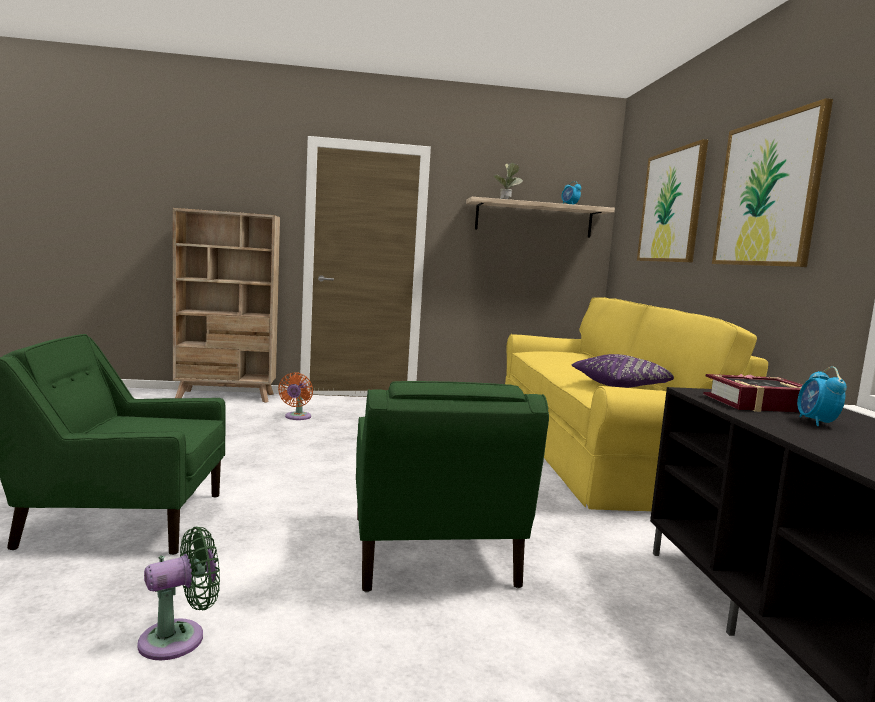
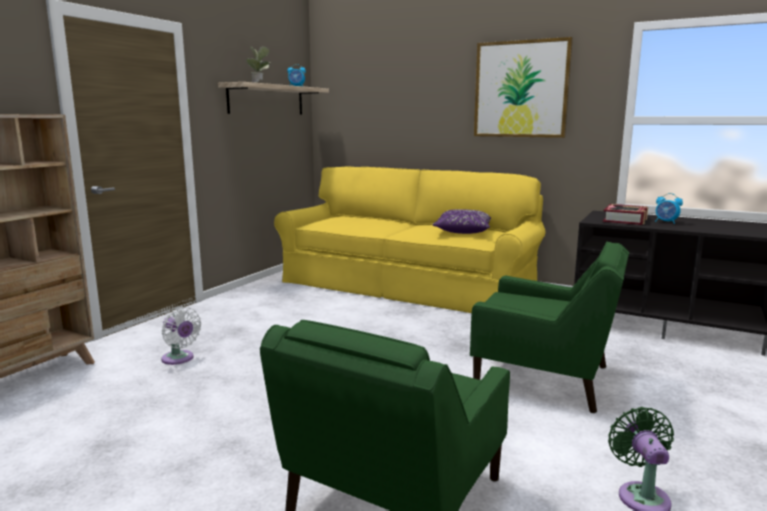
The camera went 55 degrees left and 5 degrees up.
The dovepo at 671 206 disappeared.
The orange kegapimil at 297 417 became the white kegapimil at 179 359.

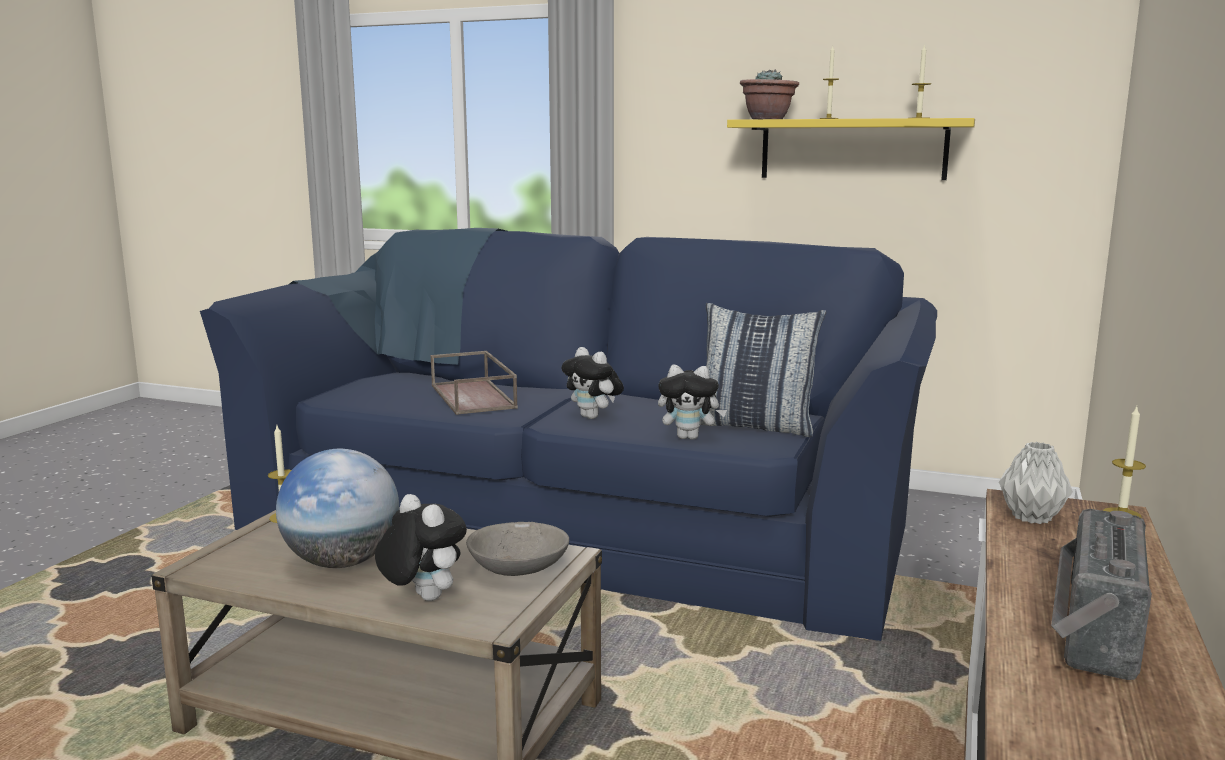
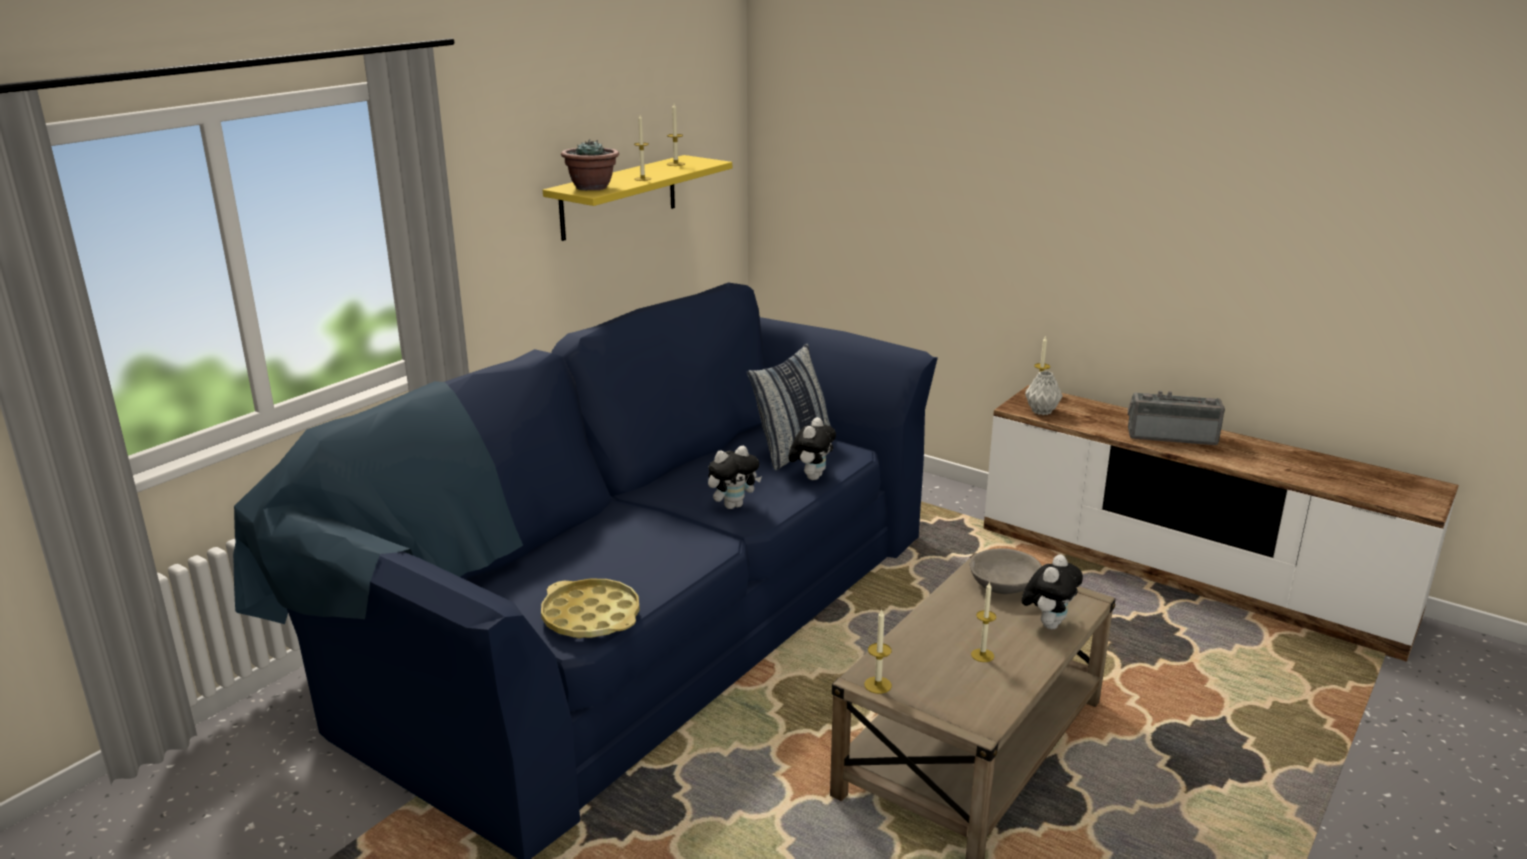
The camera went 75 degrees left and 10 degrees up.
The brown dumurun at 474 396 disappeared.
The yellow dumurun at 591 617 appeared.
The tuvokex at 342 562 was replaced by the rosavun at 982 655.
The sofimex at 422 598 turned 150 degrees clockwise.
The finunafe at 1088 628 turned 150 degrees clockwise.

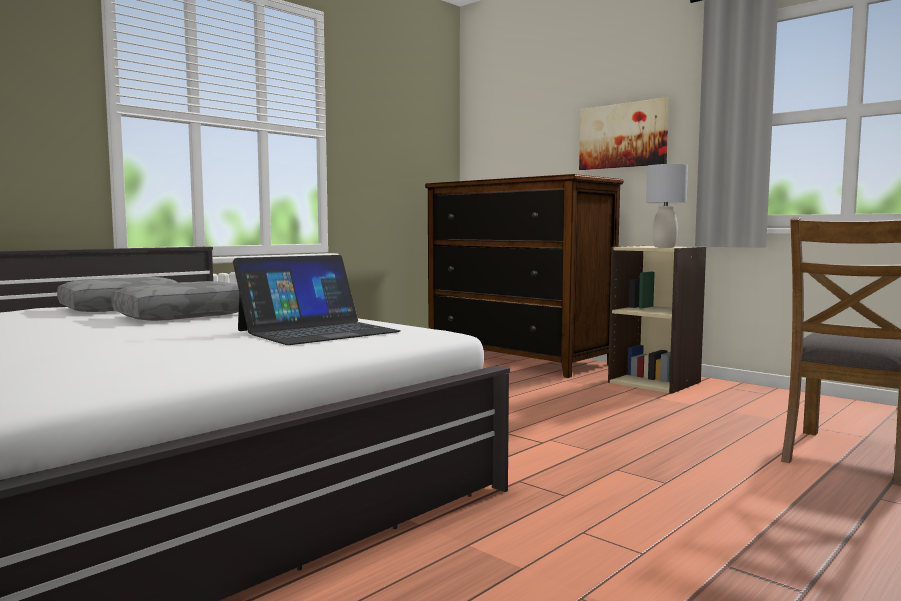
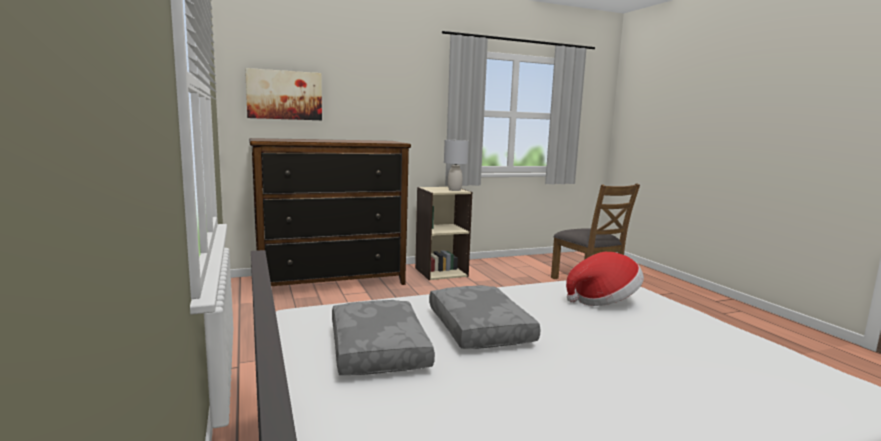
The camera went 65 degrees left and 5 degrees up.
The dovepo moved from 623 136 to 284 95.
The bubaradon at 317 331 was replaced by the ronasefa at 603 301.

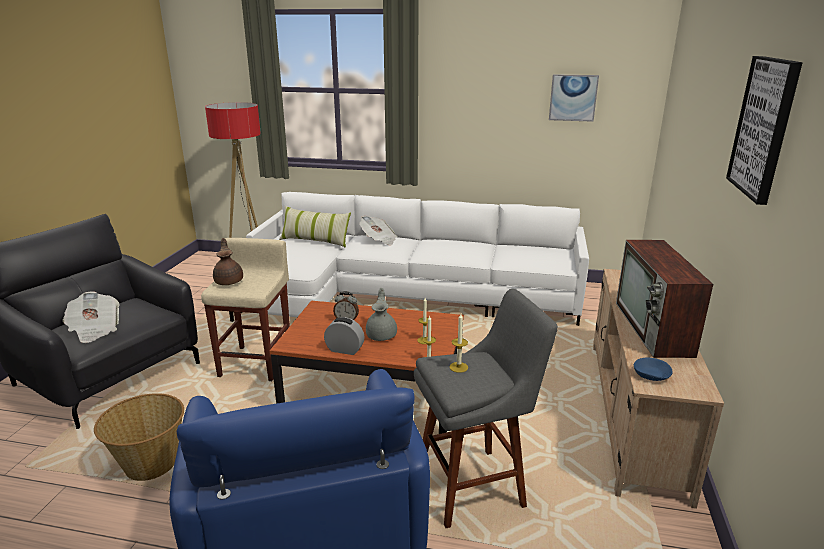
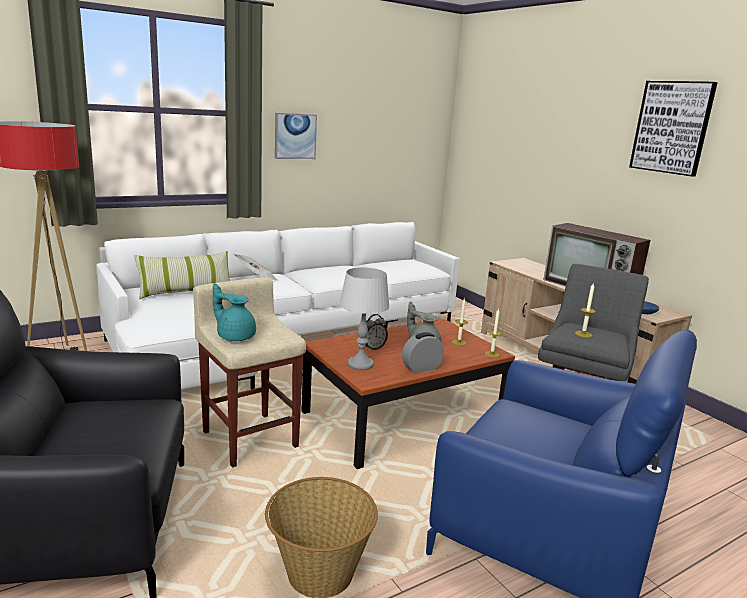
The camera went 45 degrees left and 5 degrees down.
The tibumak at 95 329 disappeared.
The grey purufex at 360 364 appeared.
The dovepo moved from 573 97 to 295 136.
The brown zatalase at 229 281 became the turquoise zatalase at 235 336.

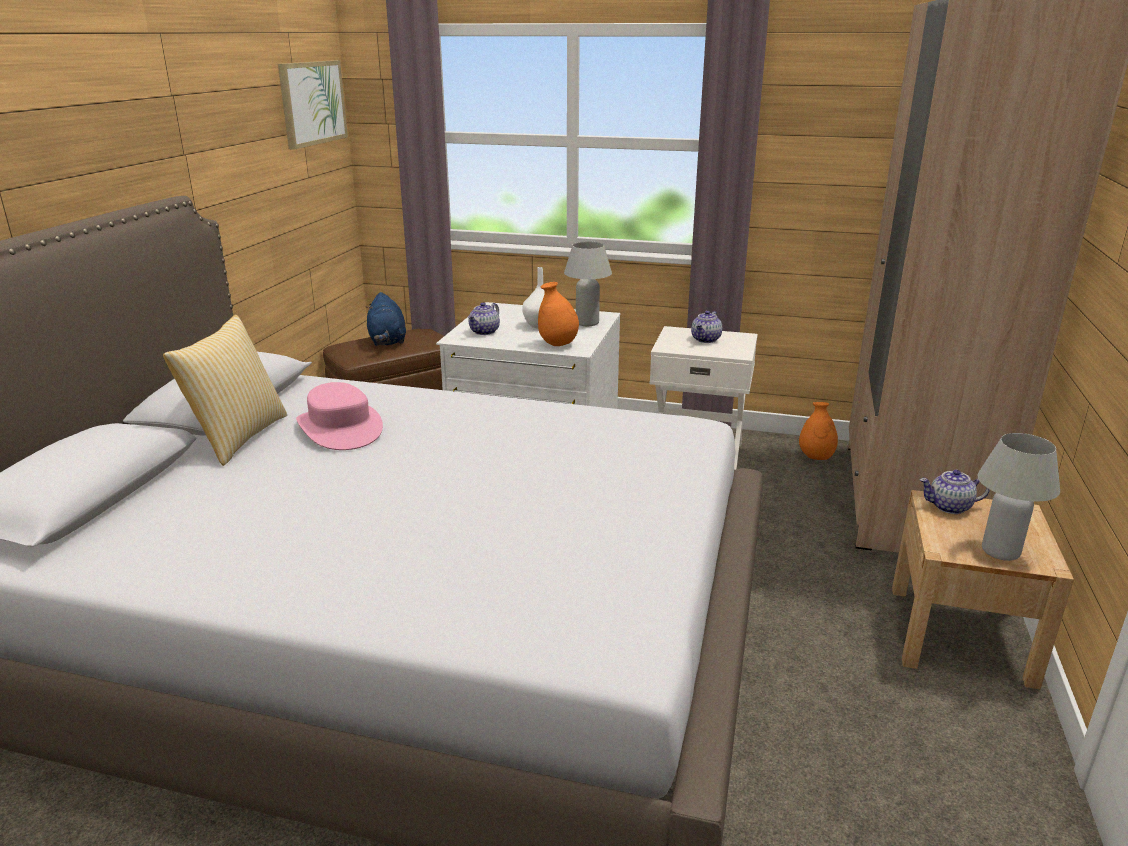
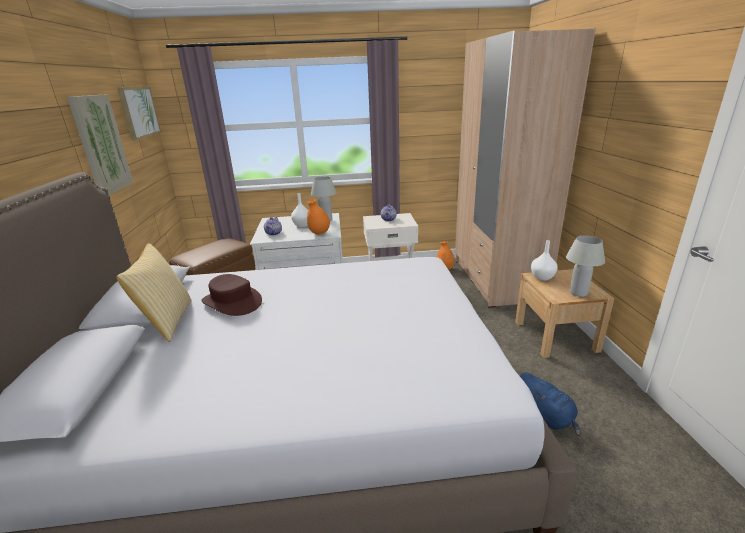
The camera went 20 degrees left and 0 degrees up.
The dovepo at 100 144 appeared.
The blue sofimex moved from 387 341 to 545 417.
The zatalase at 949 507 was replaced by the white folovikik at 543 277.
The pink ronasefa at 340 428 became the brown ronasefa at 232 302.

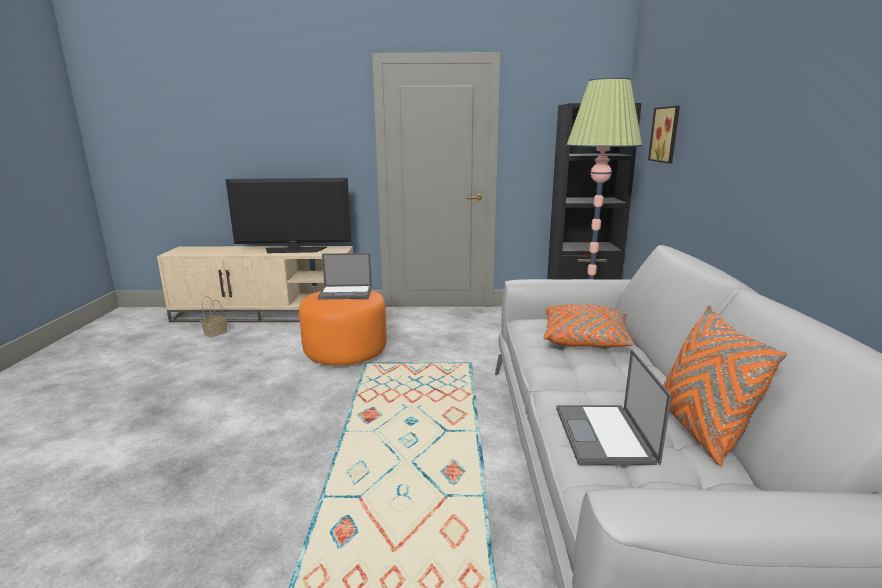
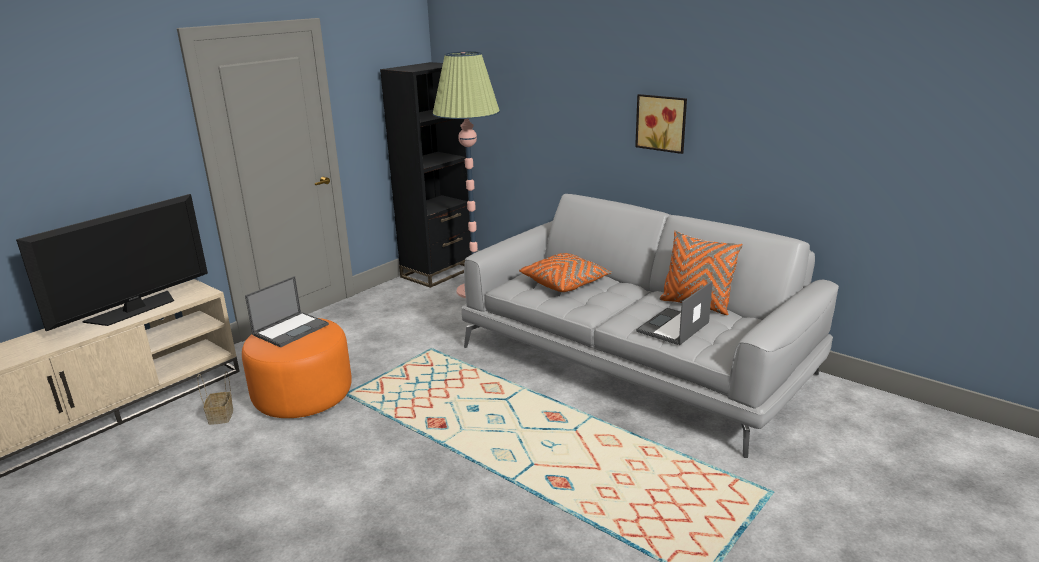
The camera went 50 degrees left and 5 degrees up.
The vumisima moved from 215 333 to 221 417.
The dovepo moved from 666 134 to 662 123.
The bubaradon at 605 435 turned 90 degrees clockwise.

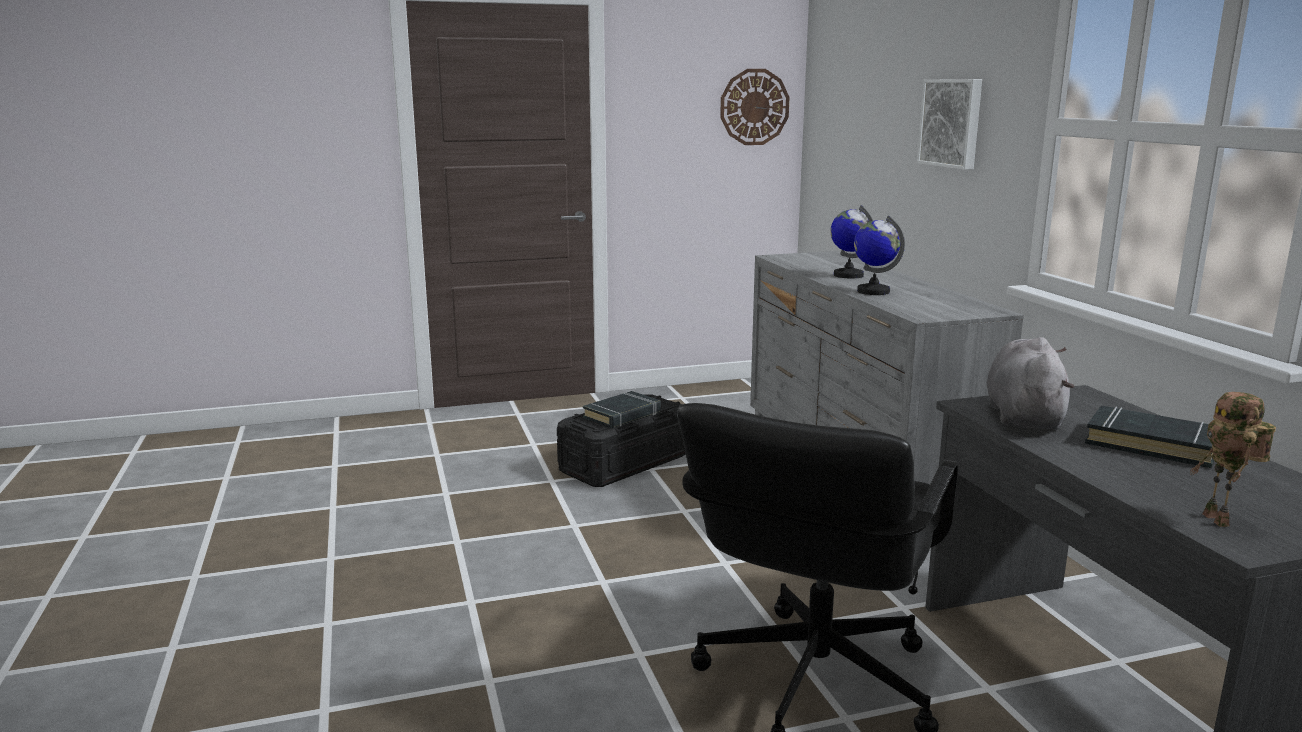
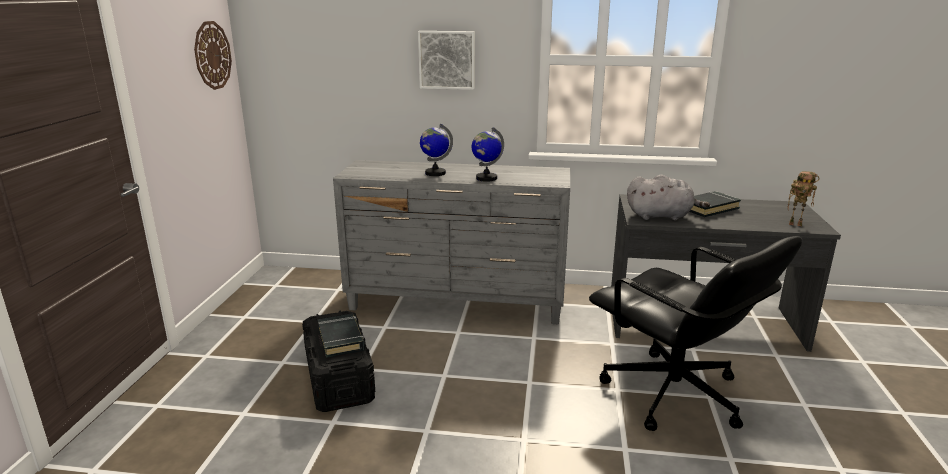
The camera went 65 degrees left and 5 degrees up.
The grey sofimex at 1023 416 turned 150 degrees clockwise.

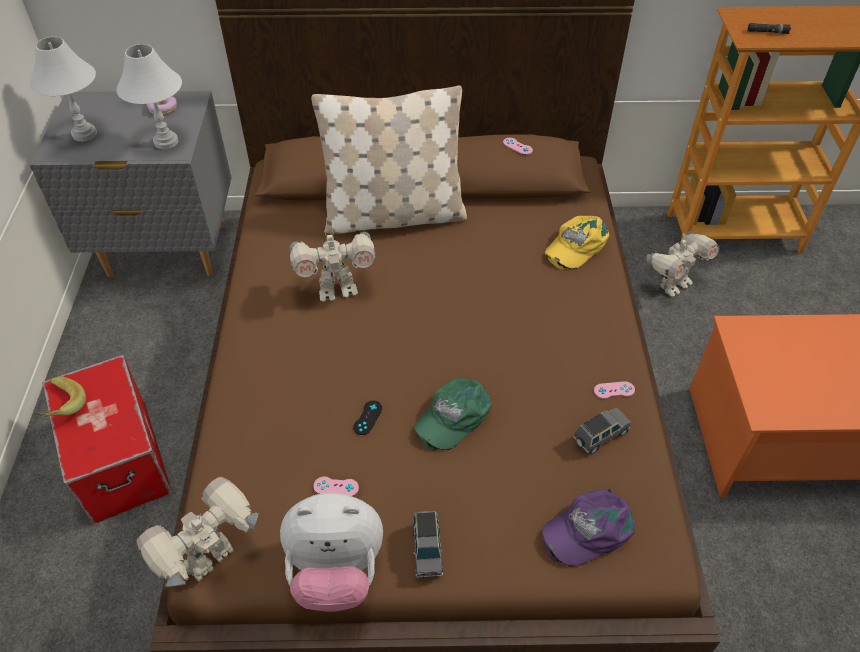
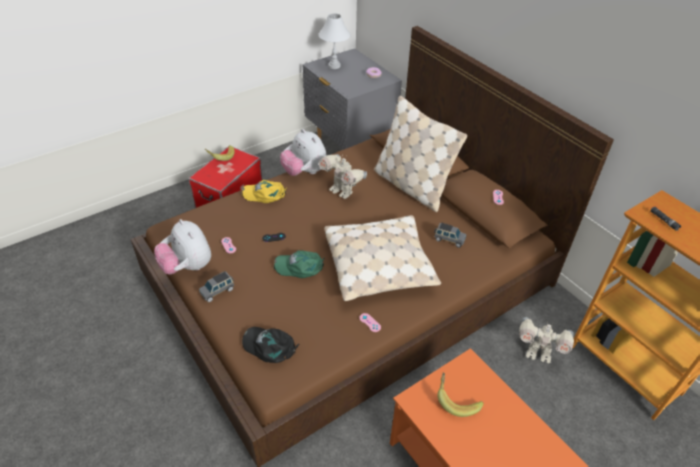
The camera went 55 degrees right and 5 degrees down.
The white purufex at 165 142 disappeared.
The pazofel at 212 560 disappeared.
The sofimex at 304 172 appeared.
The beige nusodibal at 379 265 appeared.
The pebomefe at 456 400 appeared.
The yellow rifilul moved from 575 246 to 264 194.
The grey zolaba moved from 599 436 to 448 240.
The purple rifilul at 588 529 became the black rifilul at 269 346.

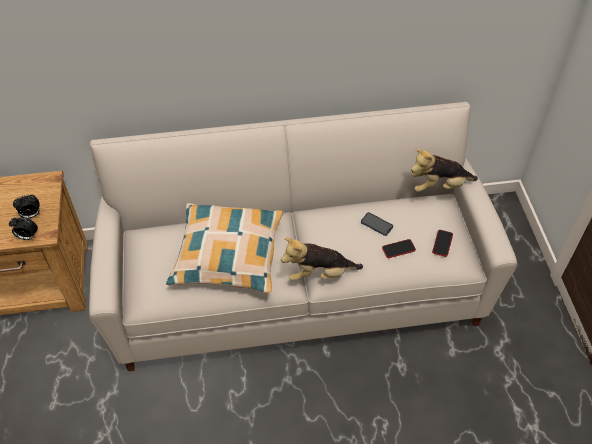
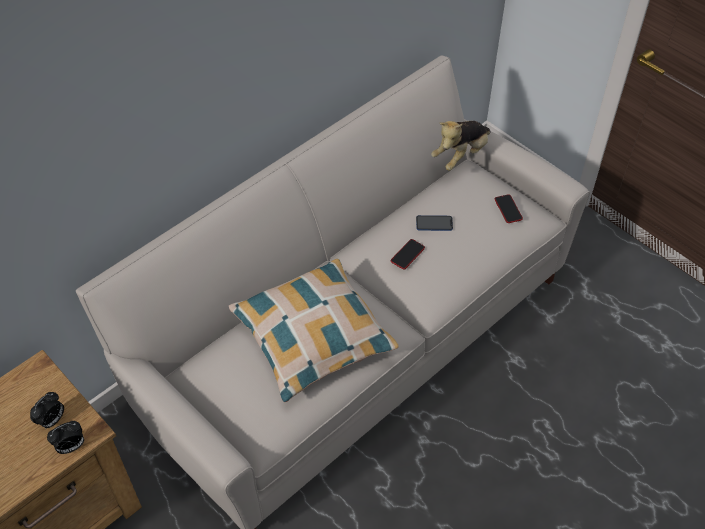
The camera went 35 degrees left and 0 degrees up.
The sofimex at 319 274 disappeared.
The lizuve moved from 398 249 to 407 254.

